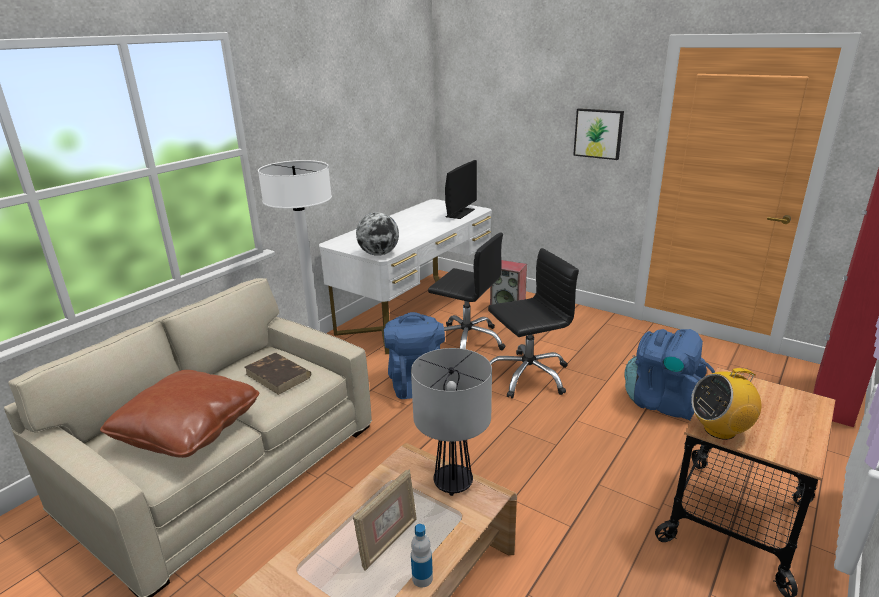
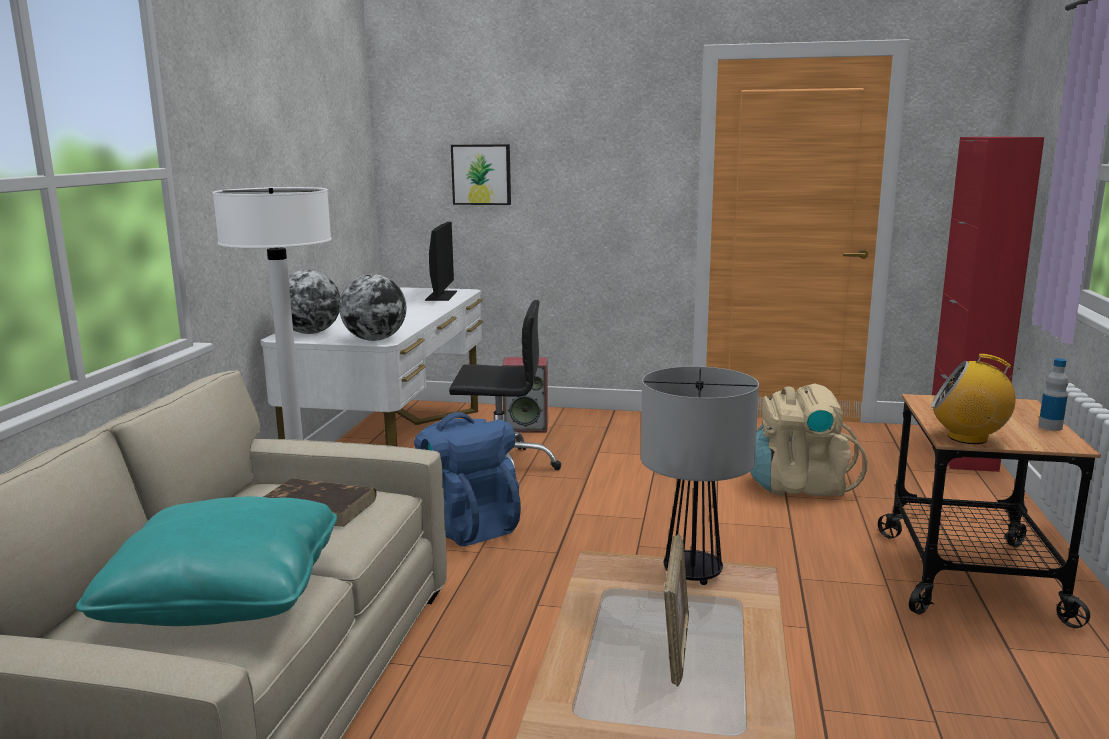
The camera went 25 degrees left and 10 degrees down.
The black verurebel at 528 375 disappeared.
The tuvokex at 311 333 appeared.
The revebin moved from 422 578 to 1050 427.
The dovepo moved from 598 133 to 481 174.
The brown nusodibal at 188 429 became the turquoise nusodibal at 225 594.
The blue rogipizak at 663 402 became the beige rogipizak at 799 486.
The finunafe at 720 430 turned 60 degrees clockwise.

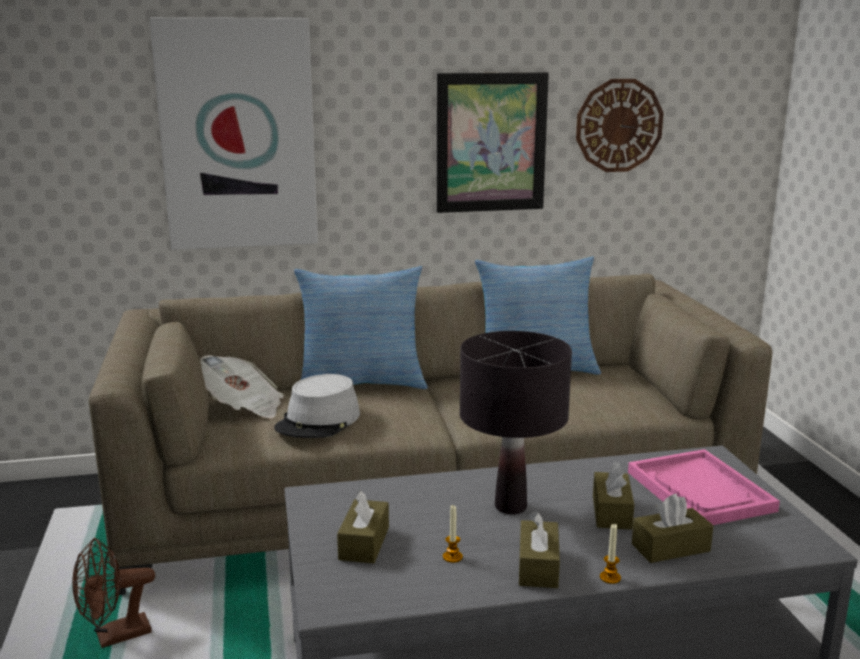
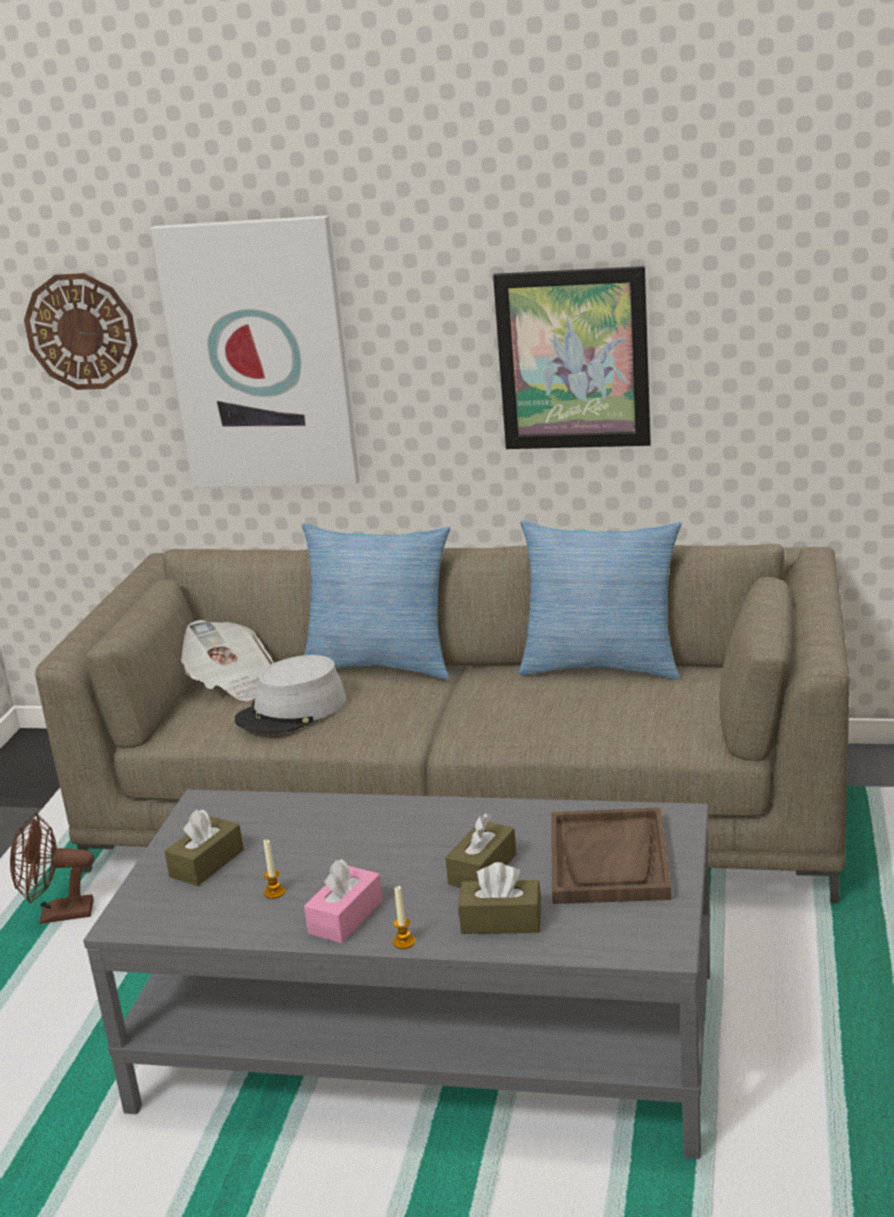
The camera went 25 degrees right and 5 degrees up.
The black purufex at 510 507 disappeared.
The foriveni moved from 619 125 to 81 331.
The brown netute at 538 566 became the pink netute at 346 917.
The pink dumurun at 700 491 became the brown dumurun at 609 860.

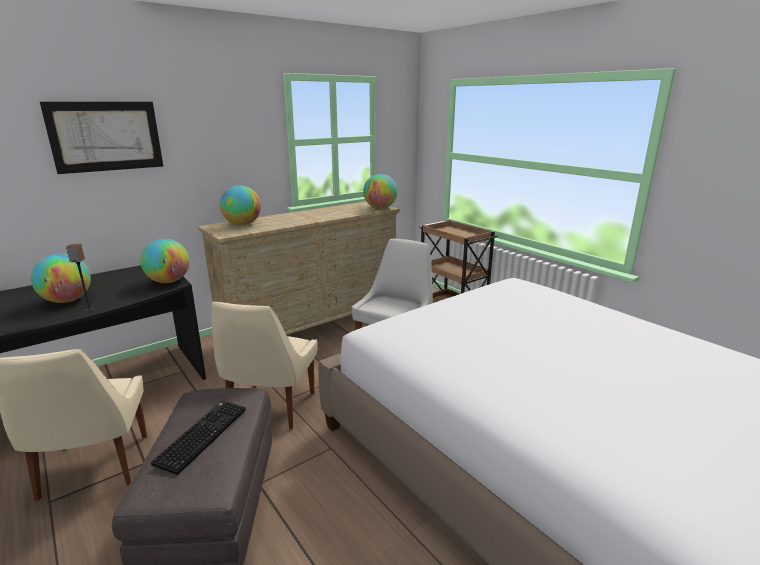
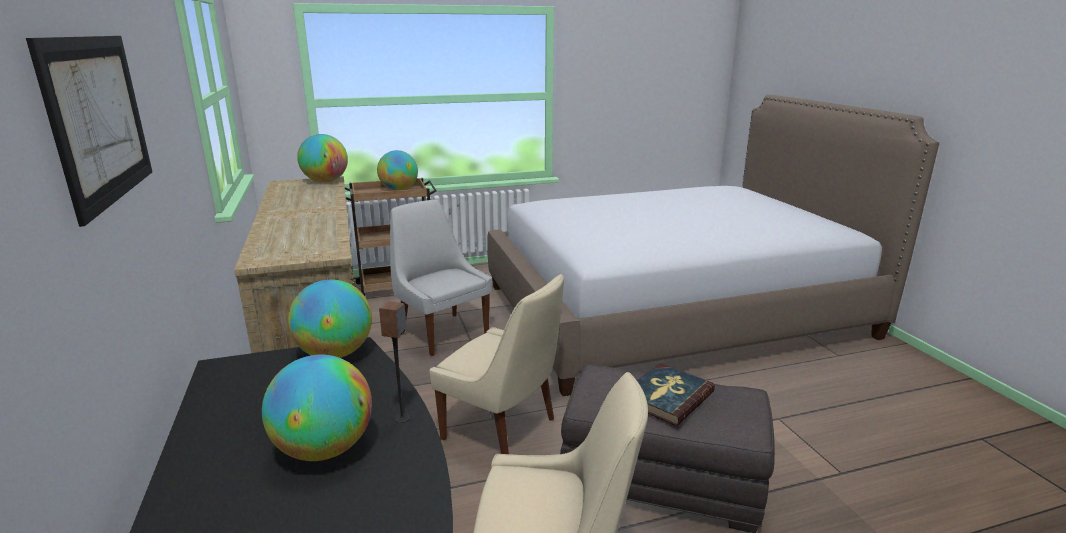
The camera went 70 degrees left and 0 degrees up.
The tuvokex moved from 242 224 to 399 190.
The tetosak at 201 434 was replaced by the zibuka at 667 397.

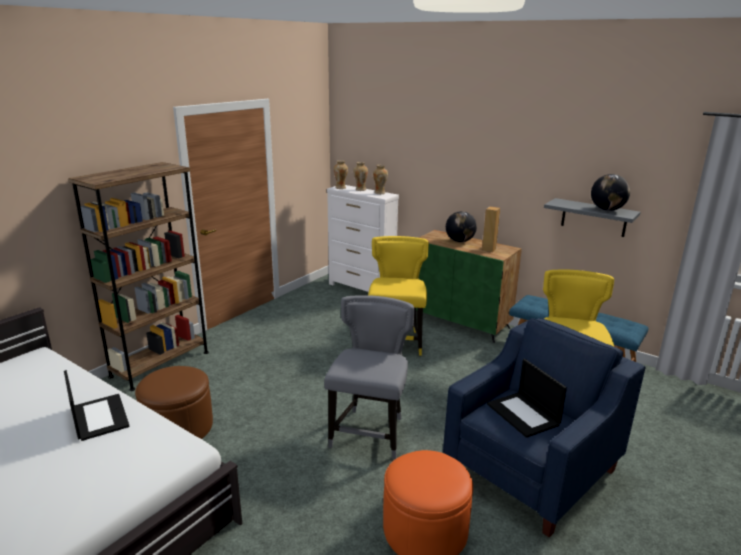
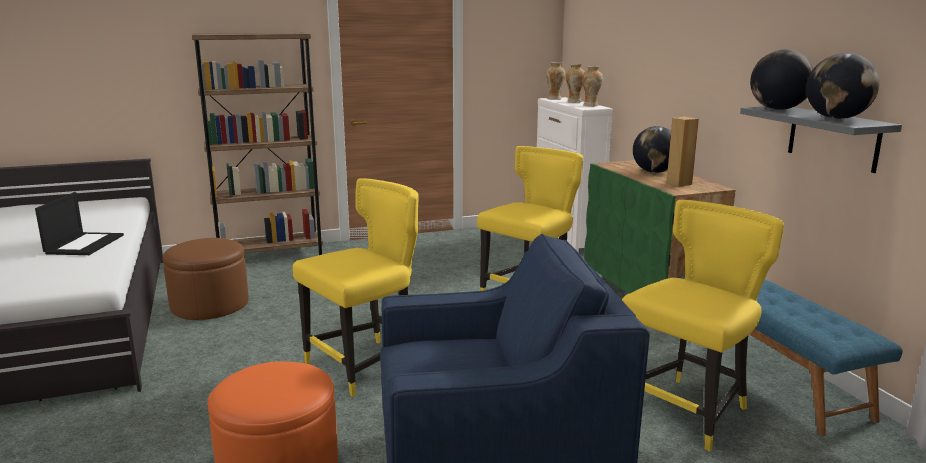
The camera went 35 degrees right and 5 degrees down.
The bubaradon at 524 414 disappeared.
The tuvokex at 778 109 appeared.
The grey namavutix at 370 432 became the yellow namavutix at 365 365.

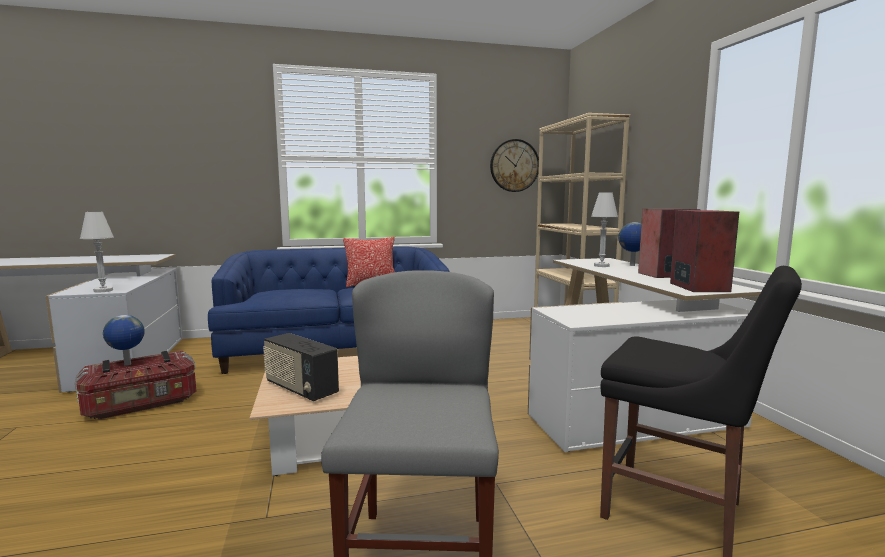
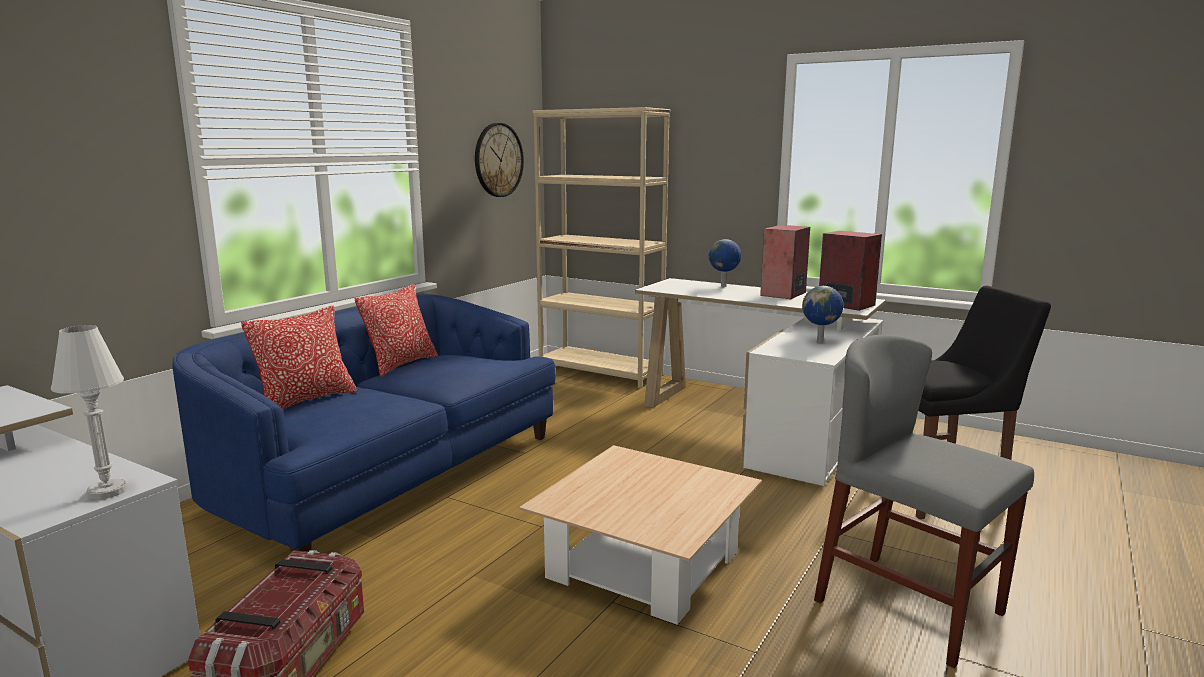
The camera went 45 degrees left and 5 degrees up.
The finunafe at 300 389 disappeared.
The white purufex at 601 266 disappeared.
The nusodibal at 306 400 appeared.
The tuvokex moved from 127 364 to 820 342.

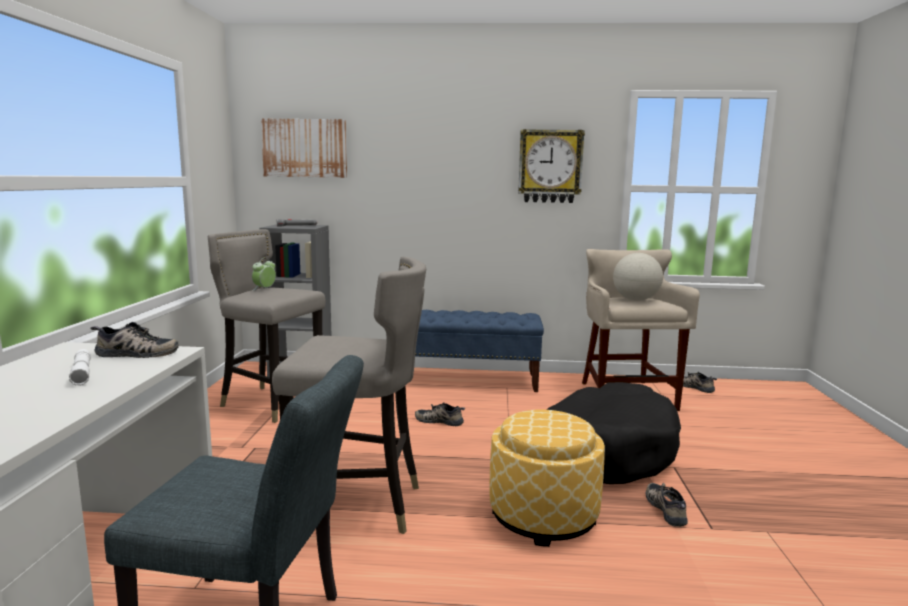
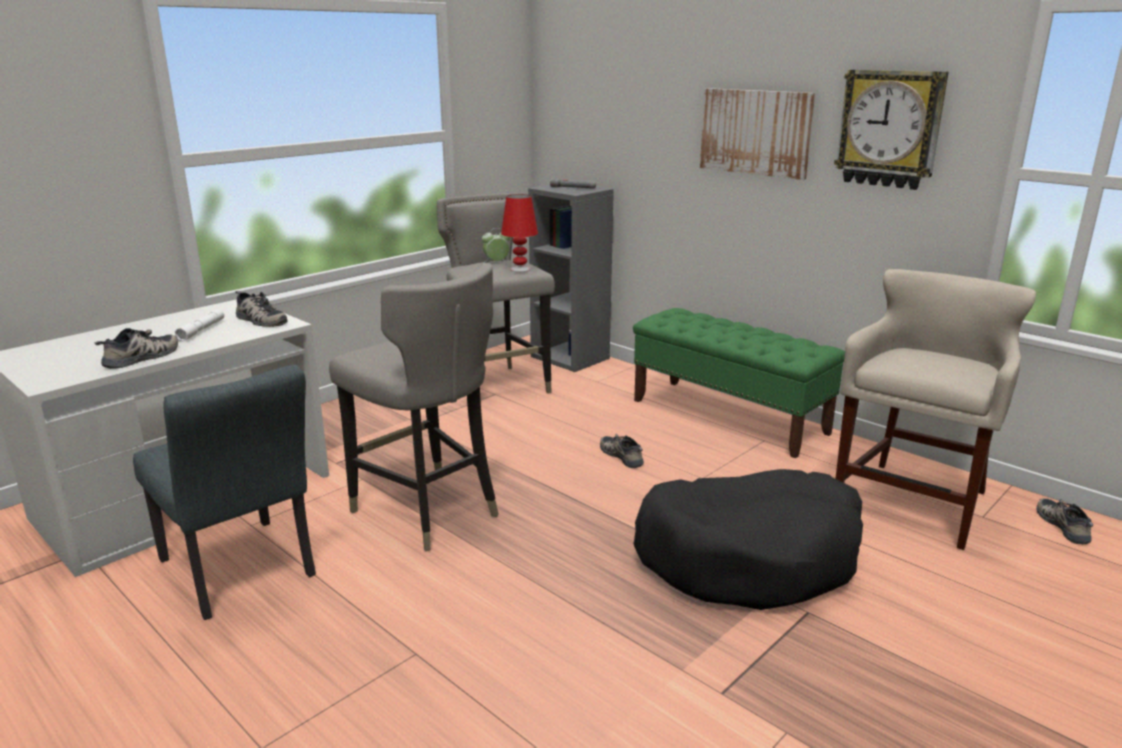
The camera went 40 degrees right and 10 degrees up.
The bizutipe at 543 515 disappeared.
The tuvokex at 636 300 disappeared.
The red purufex at 520 269 appeared.
The dovepo moved from 305 148 to 755 132.
The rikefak moved from 667 509 to 142 358.
The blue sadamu at 466 380 became the green sadamu at 729 417.

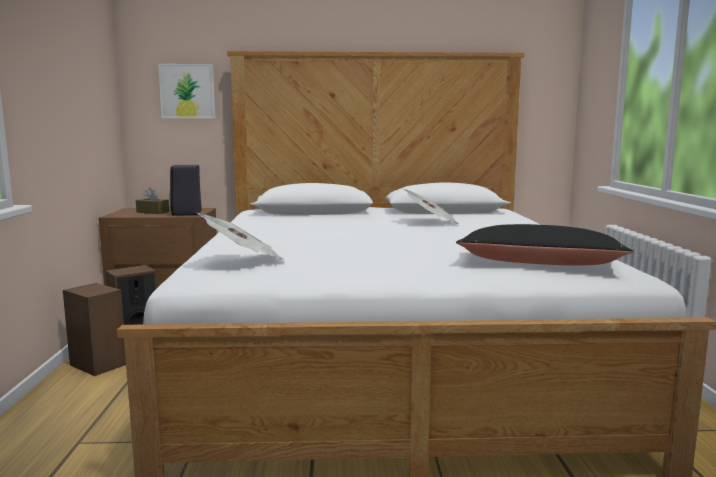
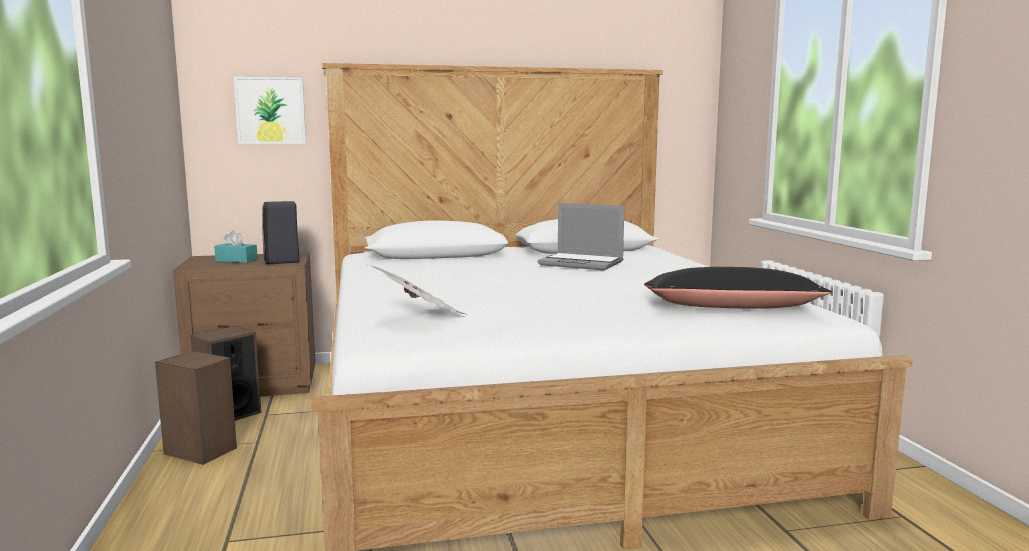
The camera went 10 degrees left and 0 degrees up.
The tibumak at 431 222 was replaced by the bubaradon at 582 263.
The brown netute at 153 212 became the turquoise netute at 236 260.

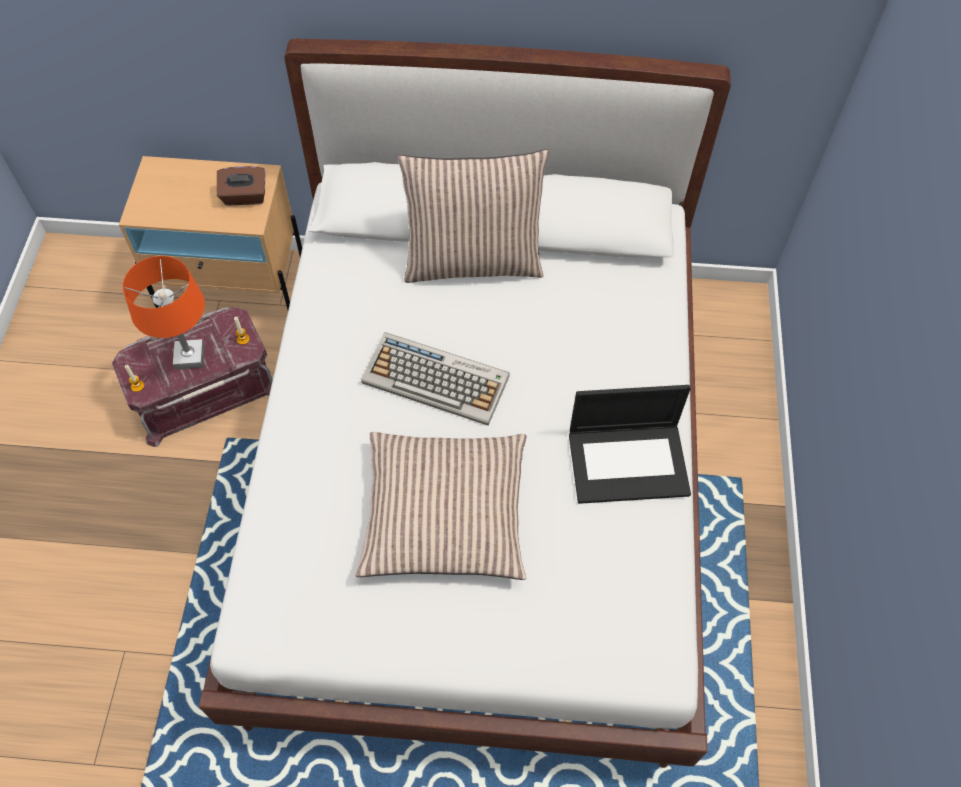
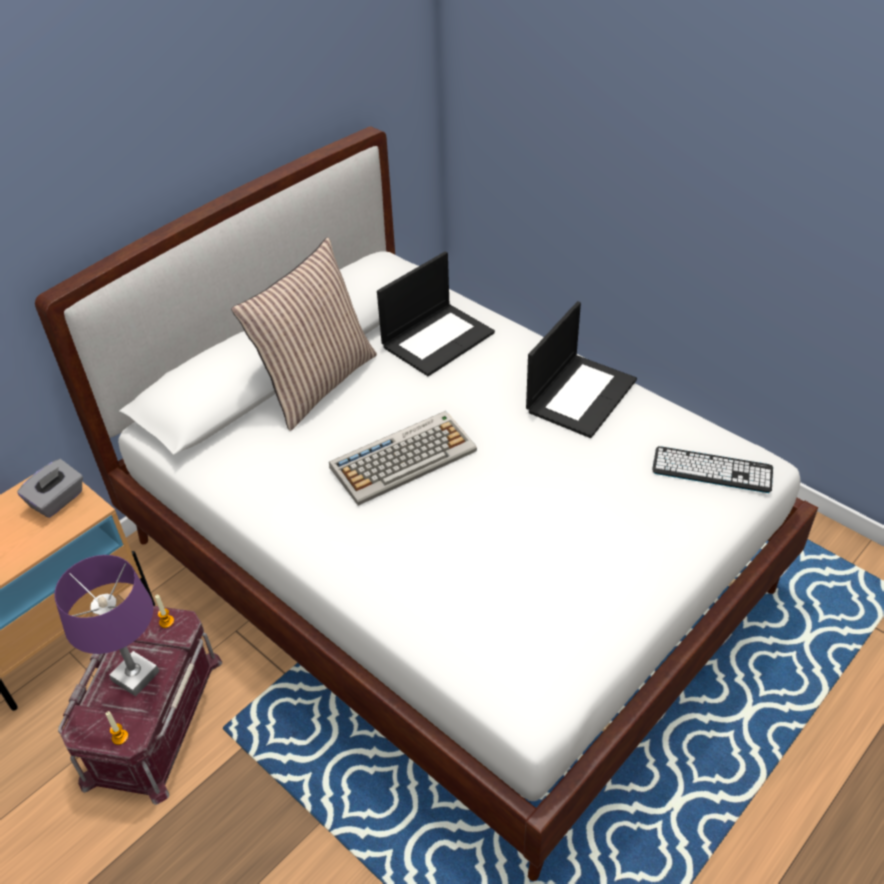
The camera went 50 degrees left and 15 degrees down.
The nusodibal at 444 513 disappeared.
The bubaradon at 438 338 appeared.
The tetosak at 712 470 appeared.
The orange purufex at 189 357 became the purple purufex at 135 677.
The brown netute at 245 197 became the grey netute at 58 500.

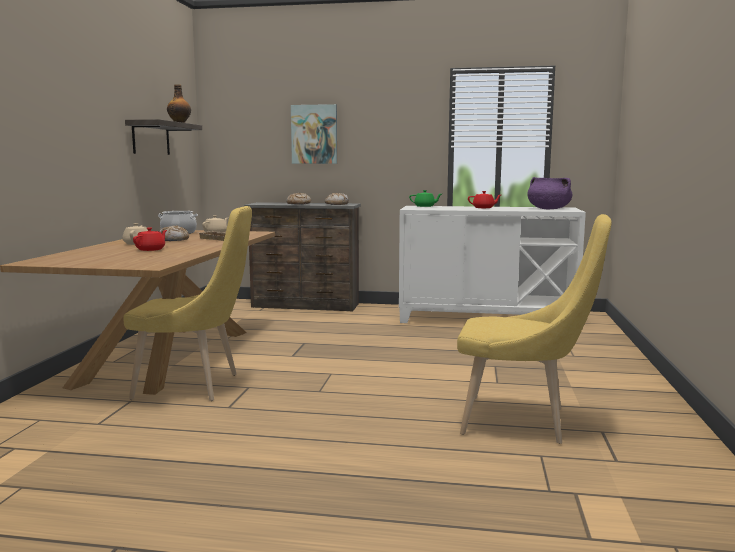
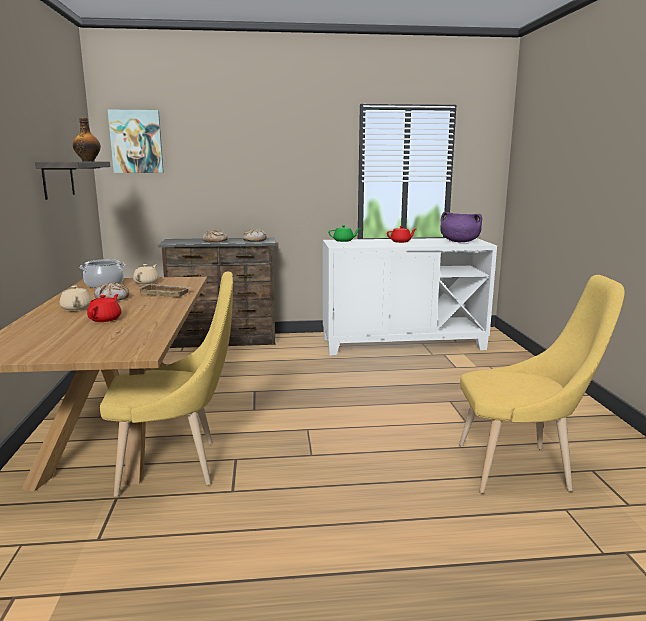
The camera went 15 degrees left and 5 degrees up.
The dovepo moved from 314 134 to 136 141.

